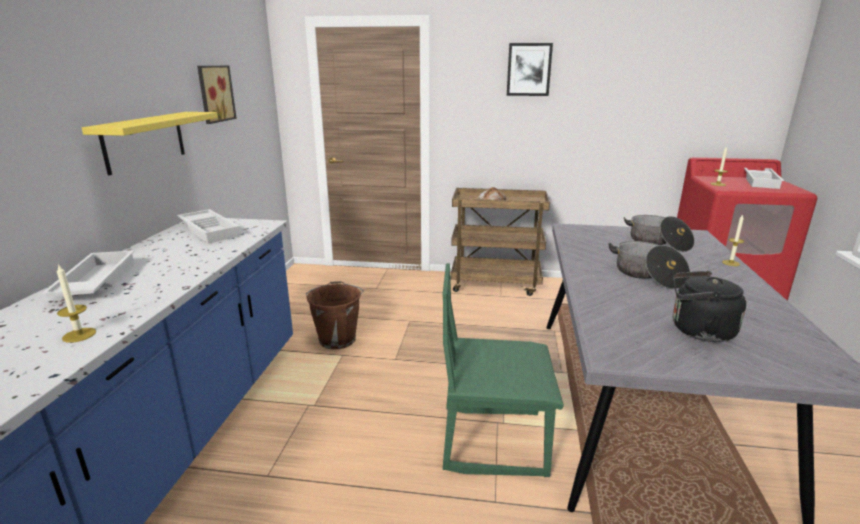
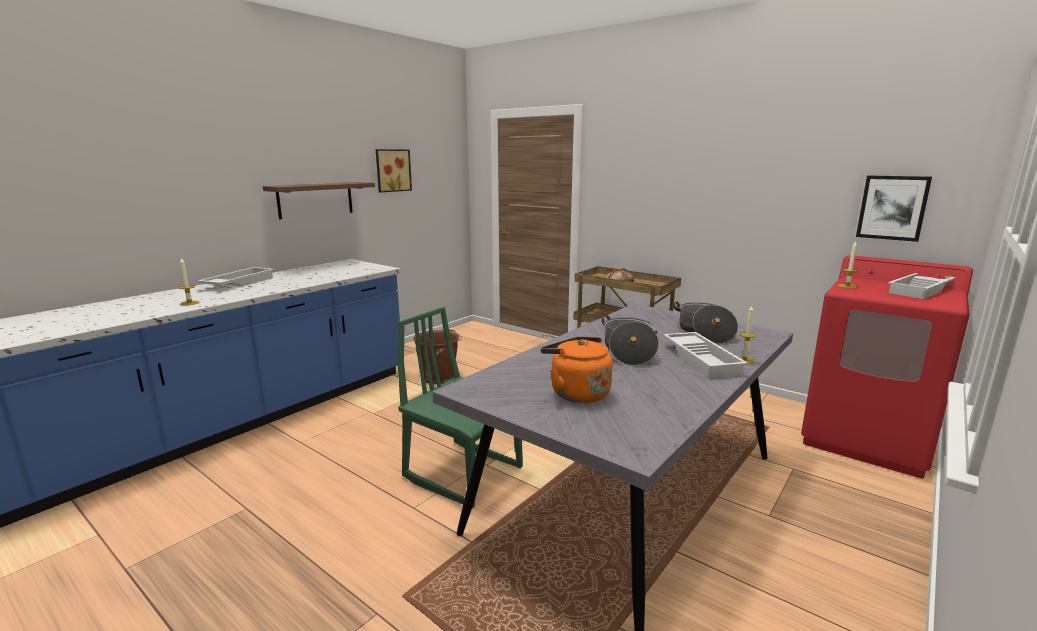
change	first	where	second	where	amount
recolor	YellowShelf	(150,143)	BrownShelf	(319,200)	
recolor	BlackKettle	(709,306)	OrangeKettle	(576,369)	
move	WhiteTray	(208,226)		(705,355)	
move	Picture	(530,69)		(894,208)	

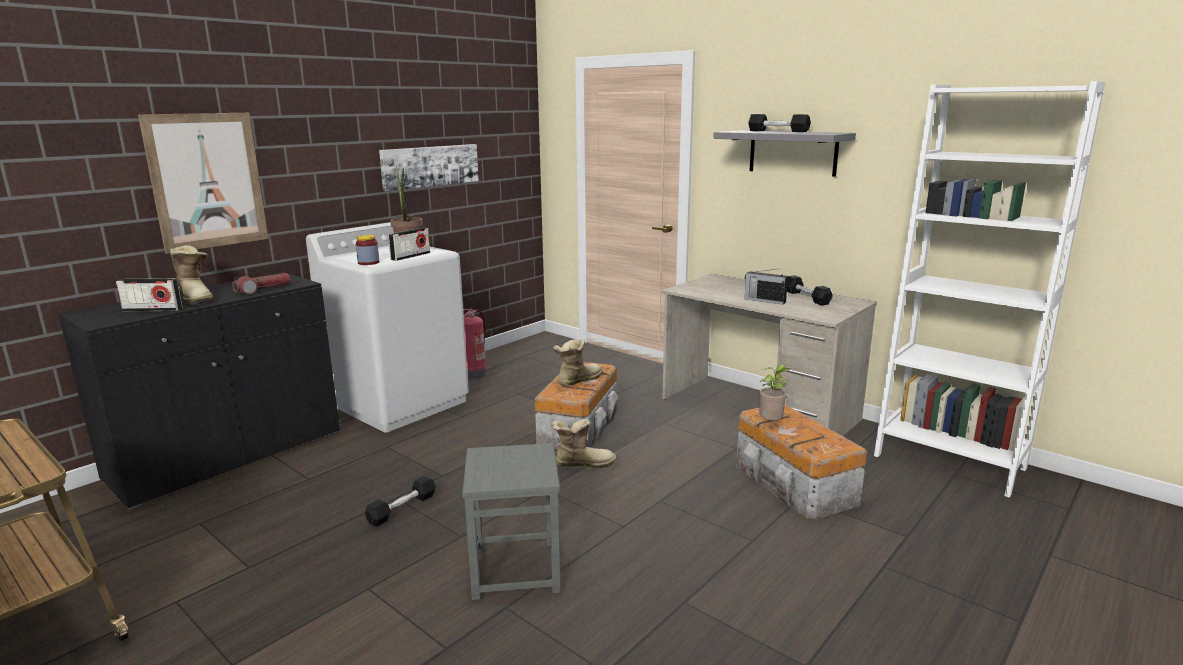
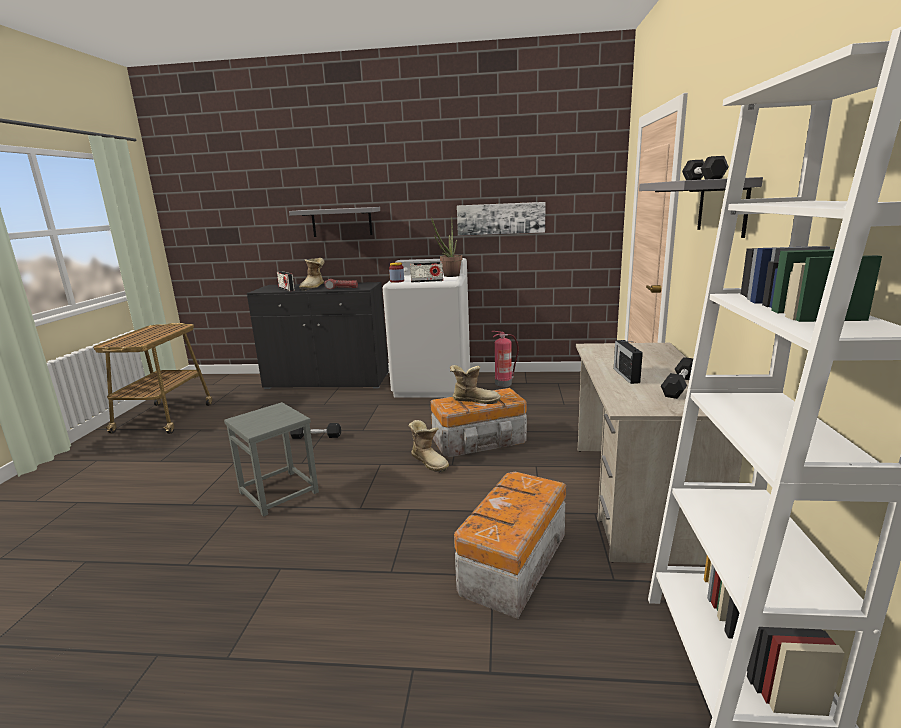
change	first	where	second	where	amount
replace	Picture	(203,183)	GreyShelf	(334,222)	
delete	PottedPlant	(774,392)			

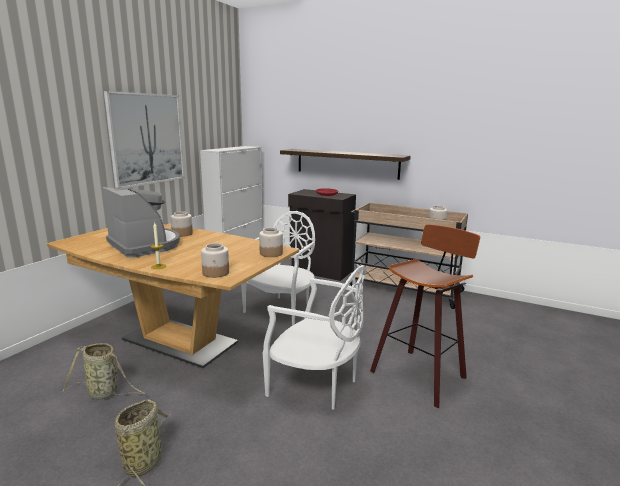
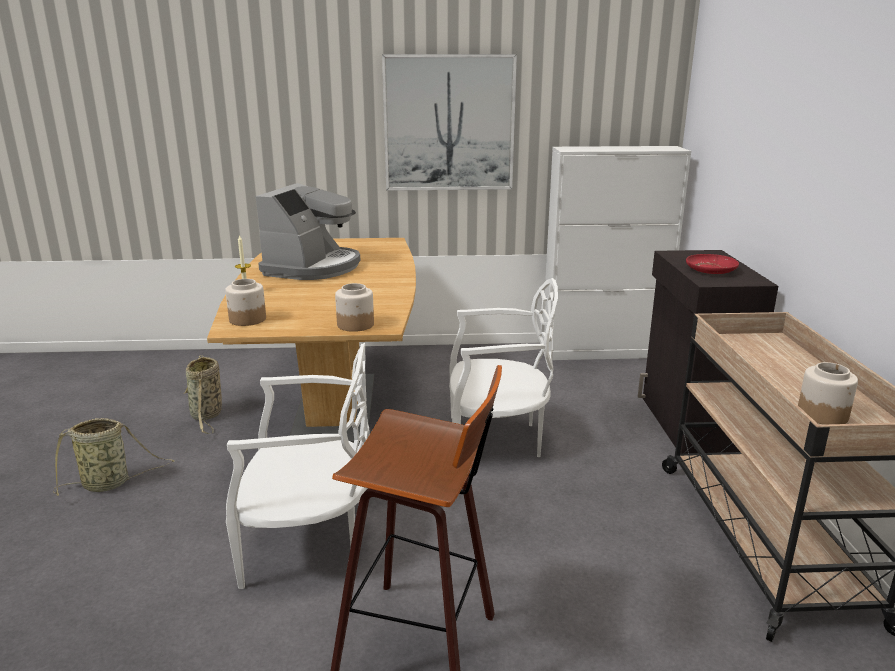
change	first	where	second	where	amount
rotate	WhiteChair	(314,338)		(298,466)	90 degrees counterclockwise
delete	Jar	(182,224)			
delete	Shelf	(345,164)			

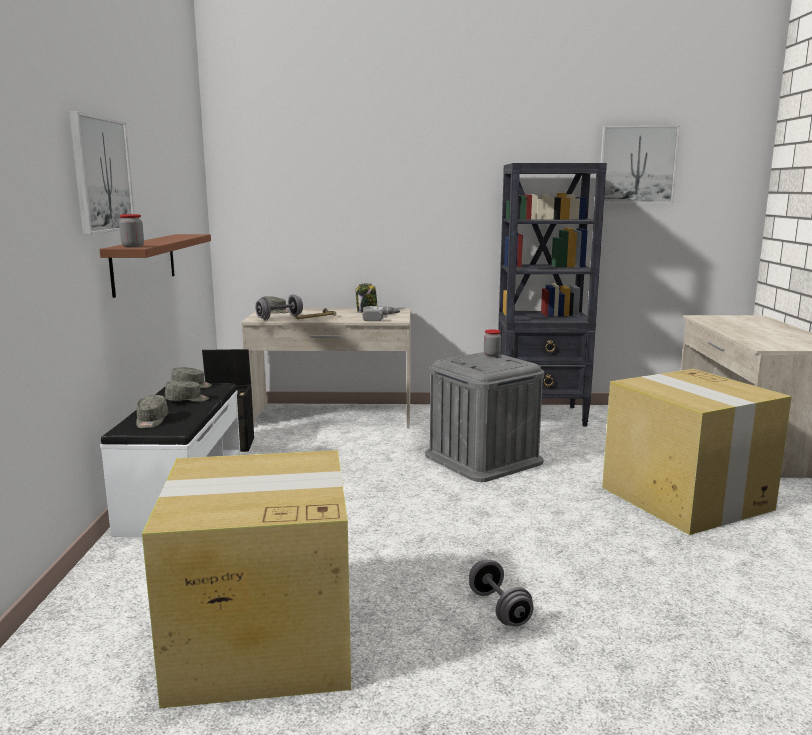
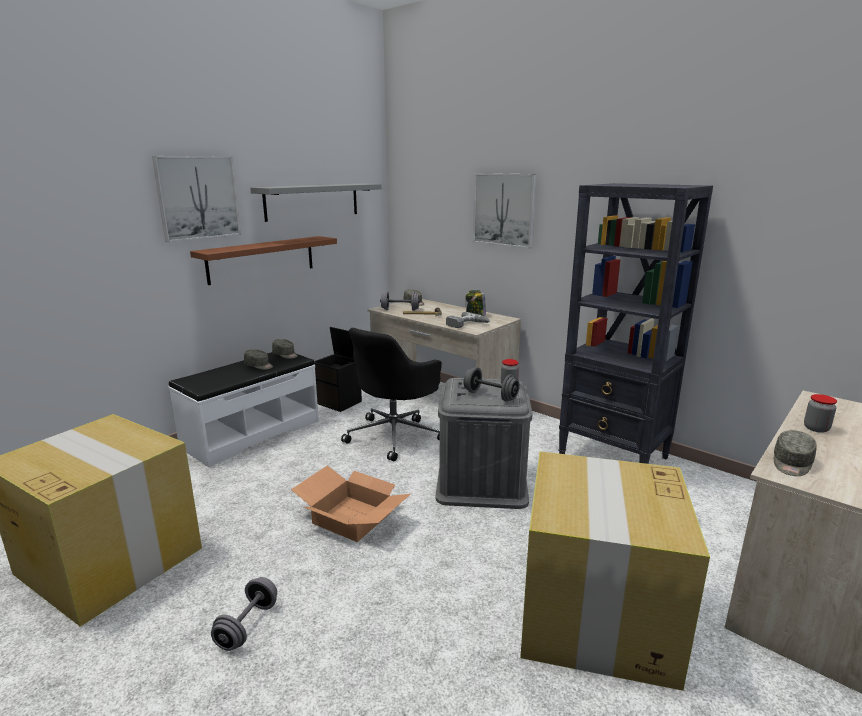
change	first	where	second	where	amount
insert			GreyShelf	(316,202)	
insert			CardboardBox	(351,503)	
insert			BlackOfficeChair	(391,394)	
insert			GreyDumbbell	(491,384)	
move	Picture	(640,164)		(505,210)	
move	GreyCap	(152,411)		(795,453)	
move	Jar	(131,230)		(820,413)	

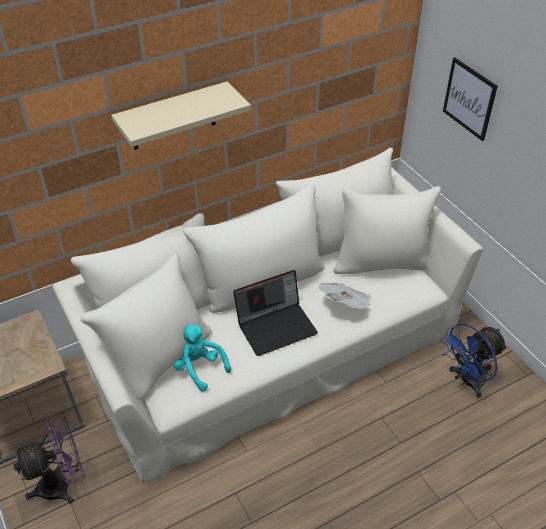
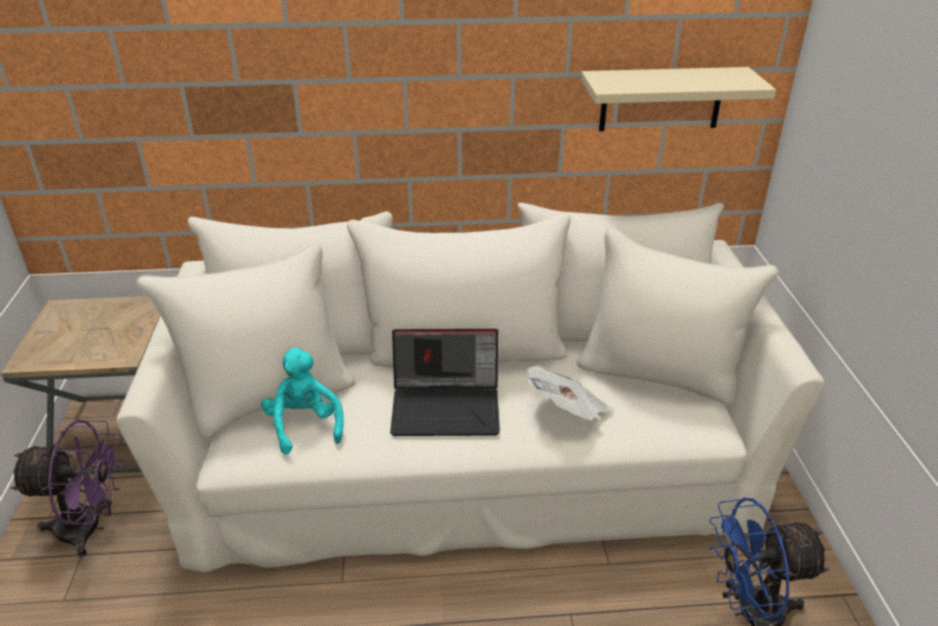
change	first	where	second	where	amount
move	BeigeShelf	(181,115)		(678,99)	
delete	Picture	(470,99)			

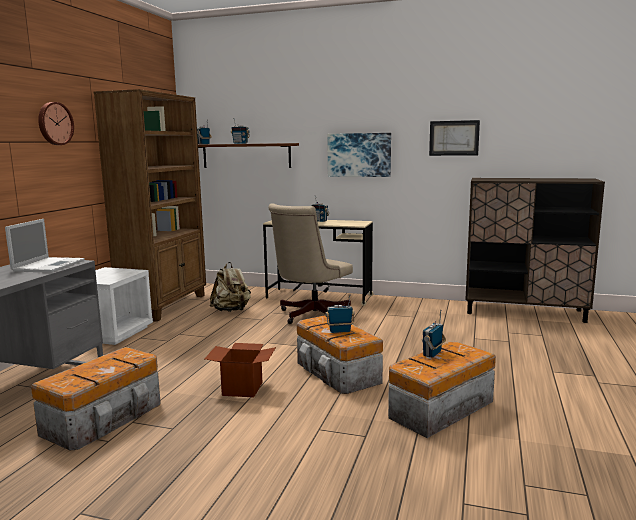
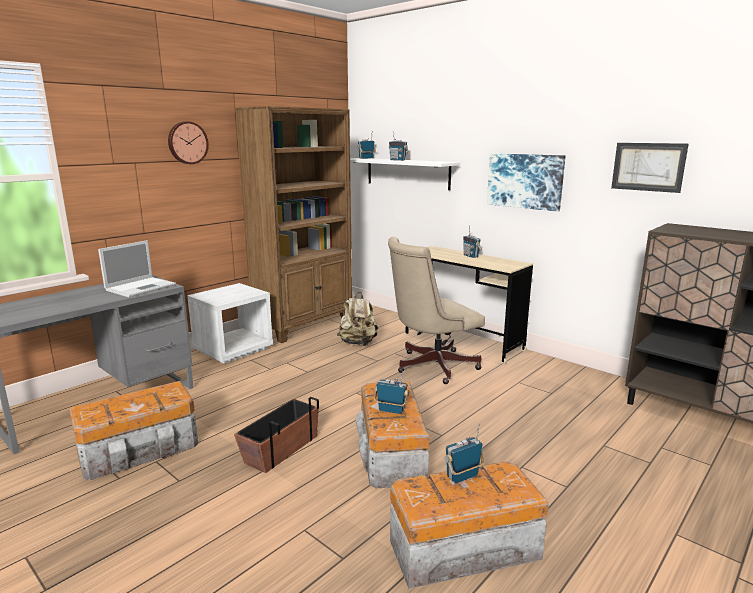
change	first	where	second	where	amount
replace	CardboardBox	(240,370)	Planter	(276,435)	
recolor	BrownShelf	(248,155)	WhiteShelf	(405,174)	

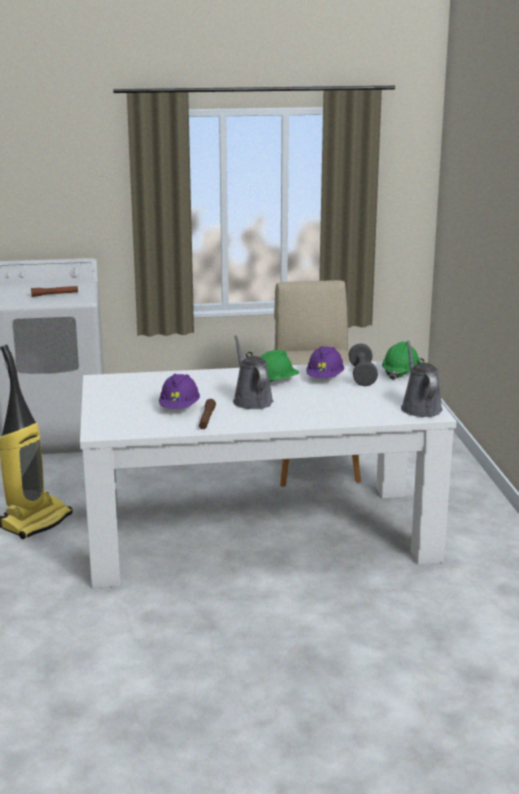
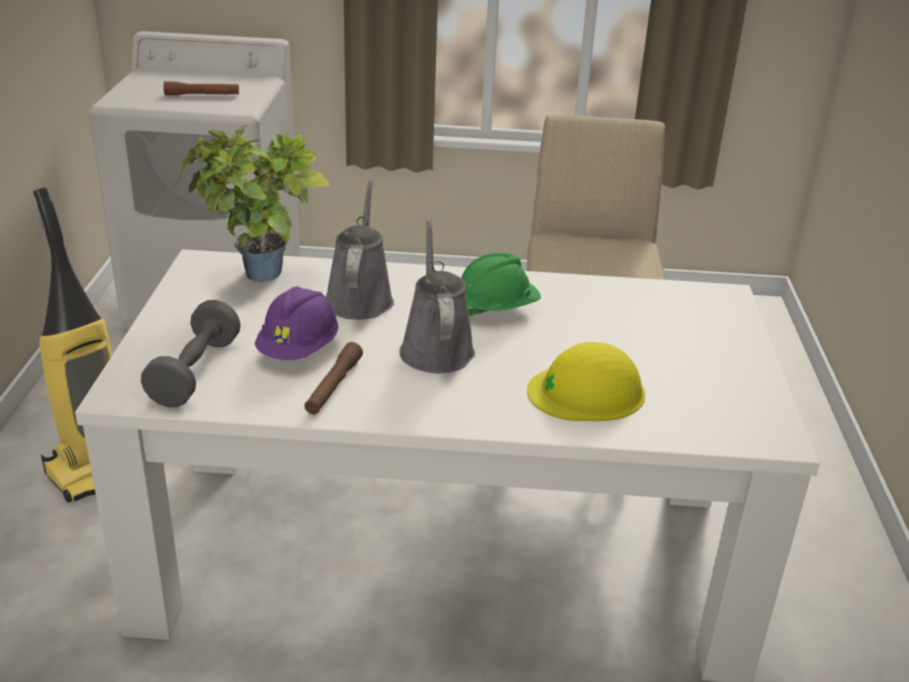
change	first	where	second	where	amount
move	GreyDumbbell	(363,364)		(191,353)	
insert			PottedPlant	(255,203)	
move	GreyWateringCan	(422,378)		(359,250)	
insert			YellowHardHat	(586,381)	
delete	PurpleHardHat	(325,362)			
delete	GreenHardHat	(402,361)			

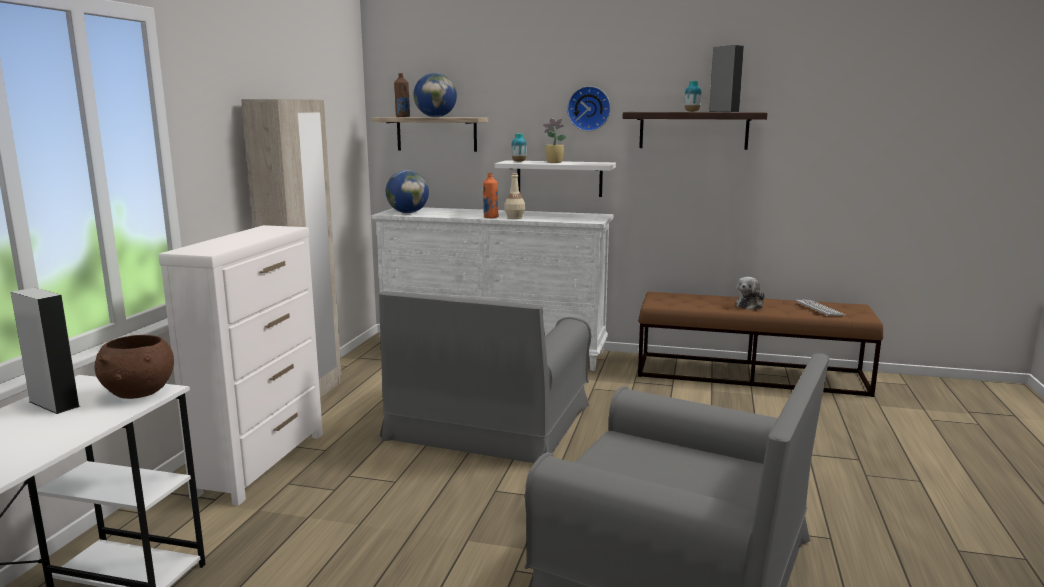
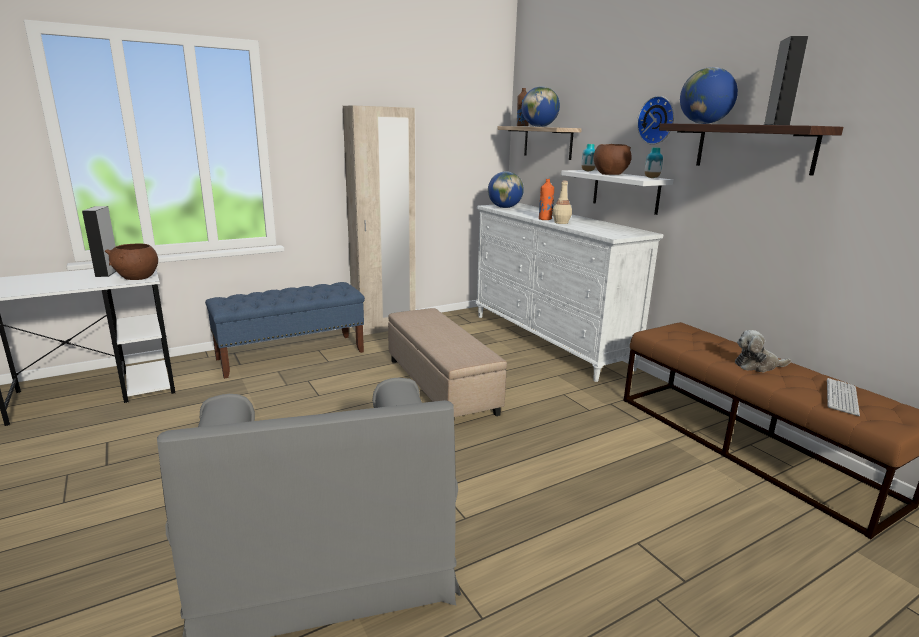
change	first	where	second	where	amount
replace	WhiteDresser	(240,365)	BlueBench	(285,330)	
replace	GreyArmchair	(485,377)	BeigeOttoman	(447,363)	
replace	PottedPlant	(554,140)	BrownBowl	(612,159)	
move	Vase	(692,96)		(654,162)	
insert			Globe	(709,95)	

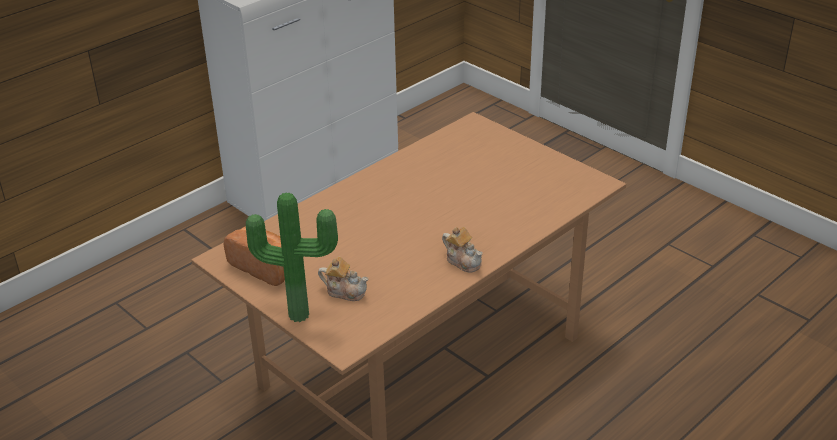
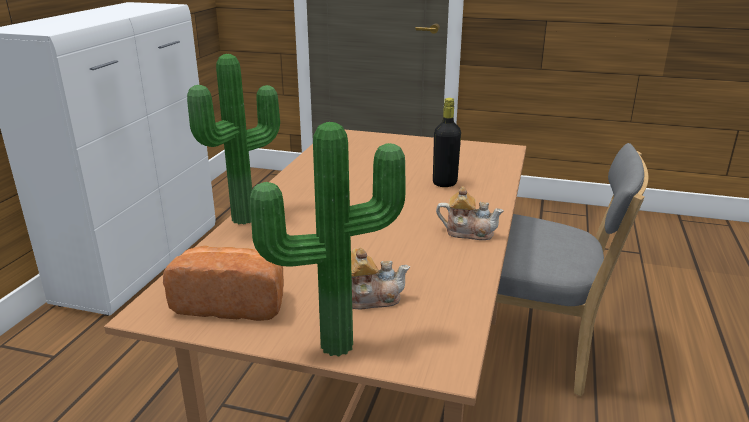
change	first	where	second	where	amount
insert			PottedPlant	(233,139)	
insert			BlackBottle	(447,142)	
insert			GreyChair	(572,269)	

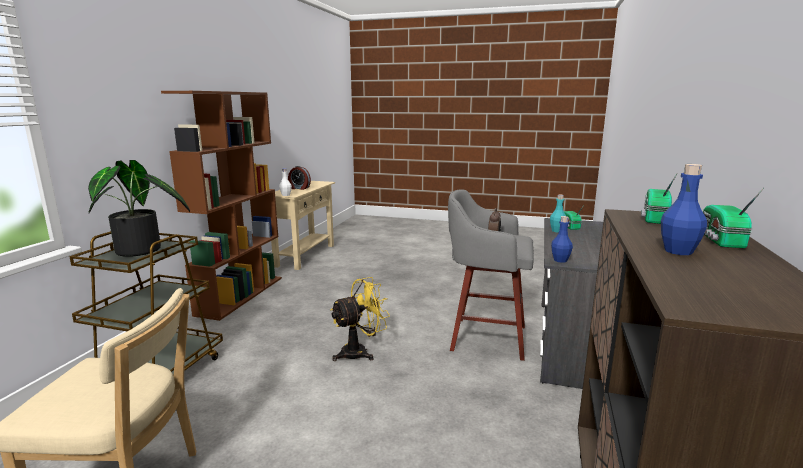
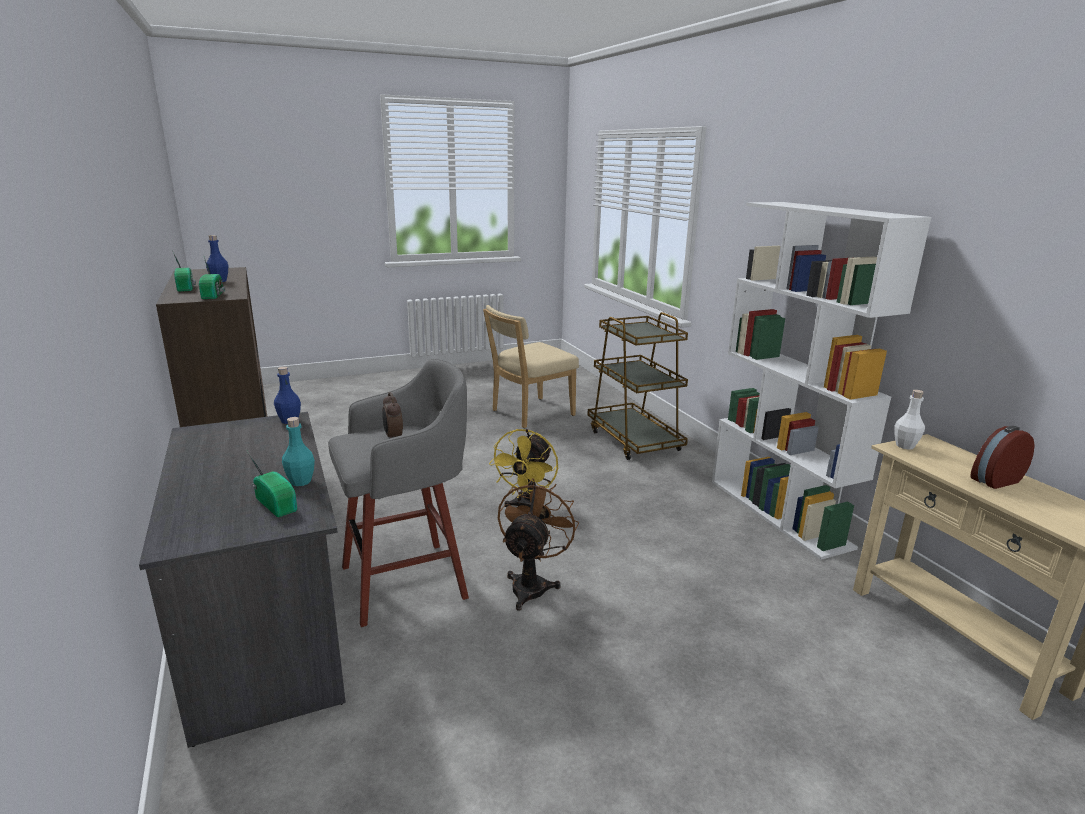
change	first	where	second	where	amount
insert			BrownFan	(538,544)	
recolor	BrownBookcase	(221,206)	WhiteBookcase	(821,381)	
delete	PottedPlant	(139,208)			

